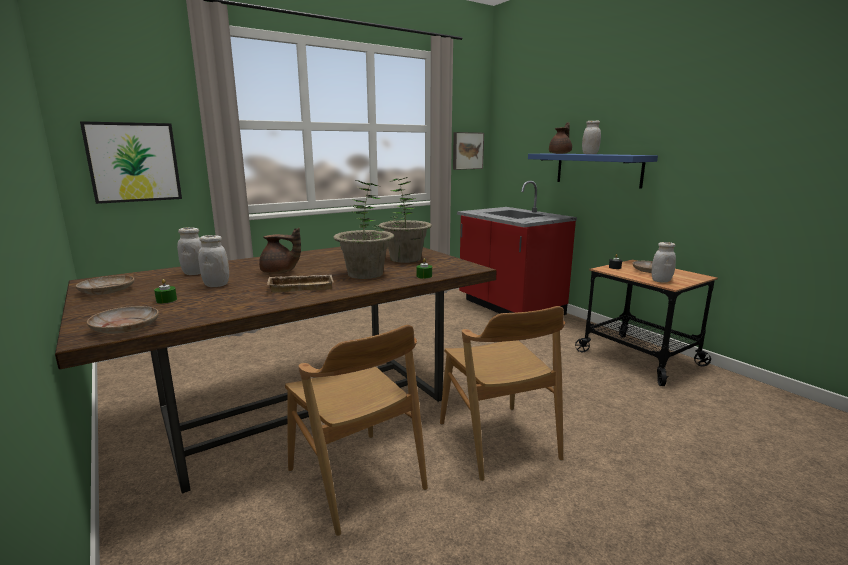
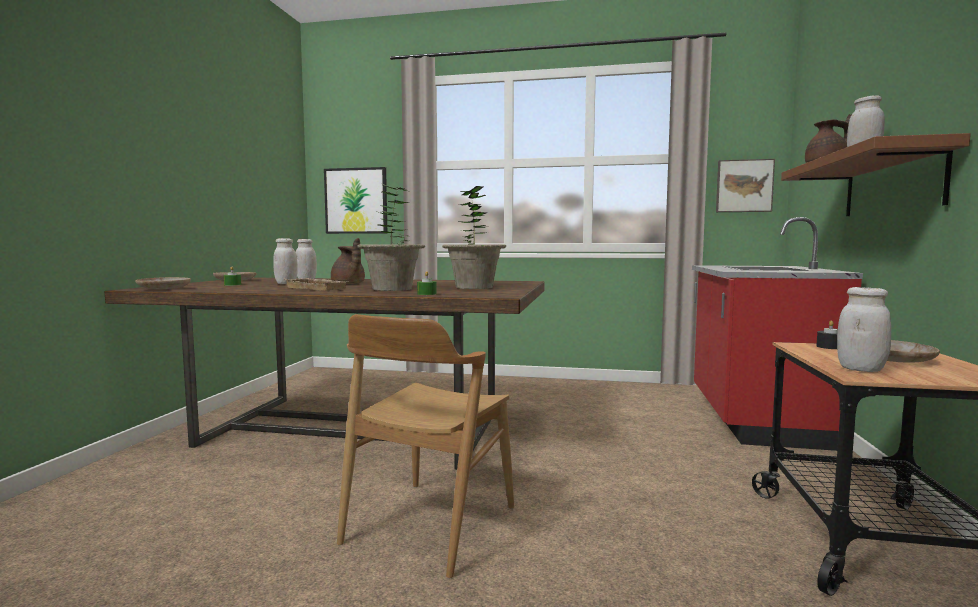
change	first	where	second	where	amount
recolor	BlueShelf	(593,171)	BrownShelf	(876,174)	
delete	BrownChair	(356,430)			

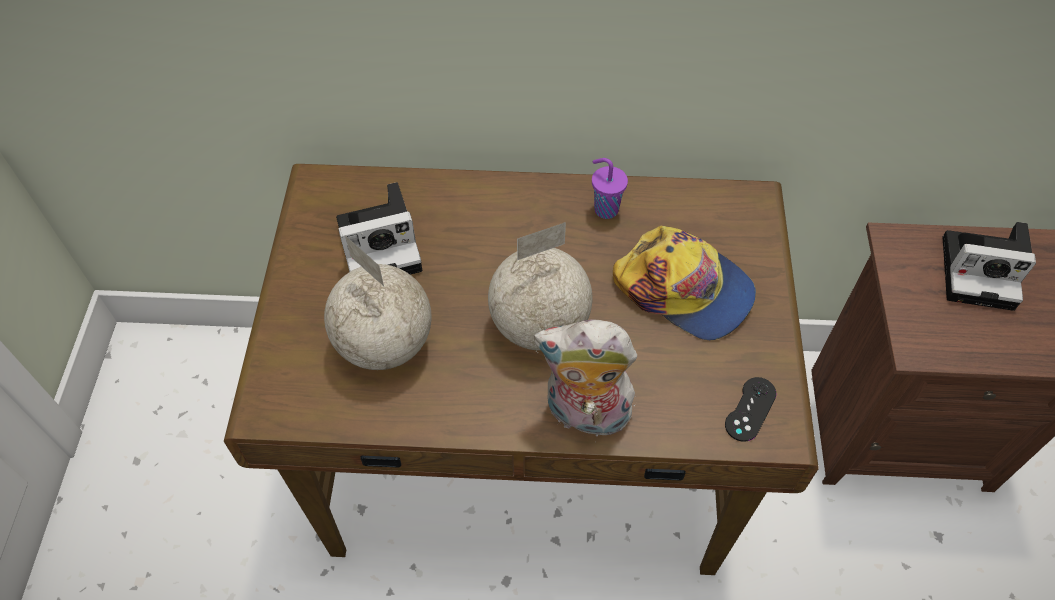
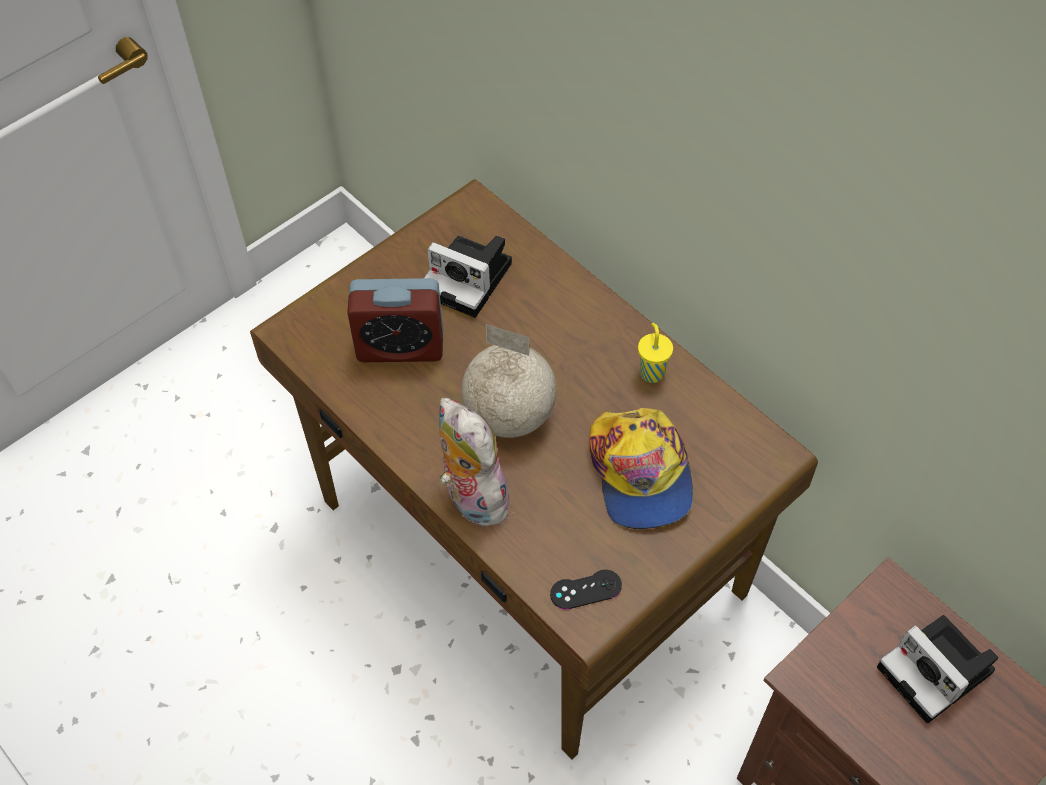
change	first	where	second	where	amount
replace	Globe	(378,303)	AlarmClock	(395,320)	
recolor	PurpleCup	(610,188)	YellowCup	(655,353)	

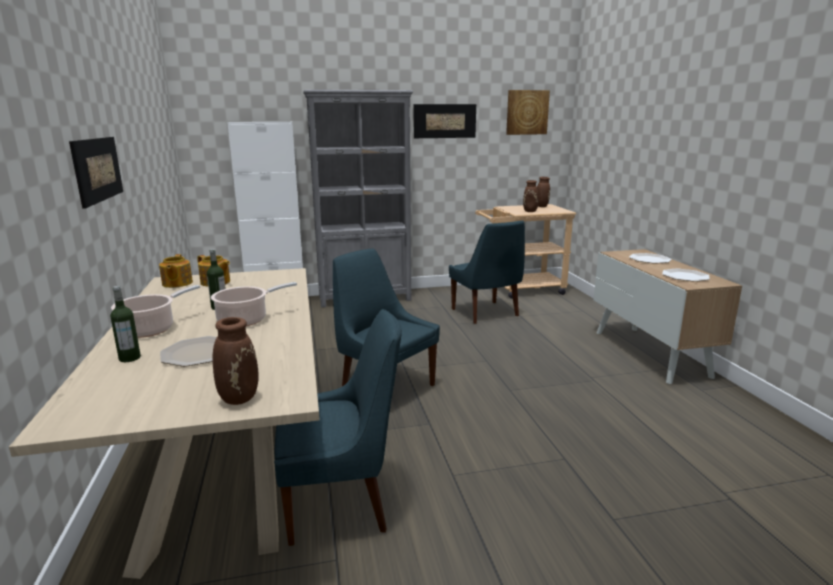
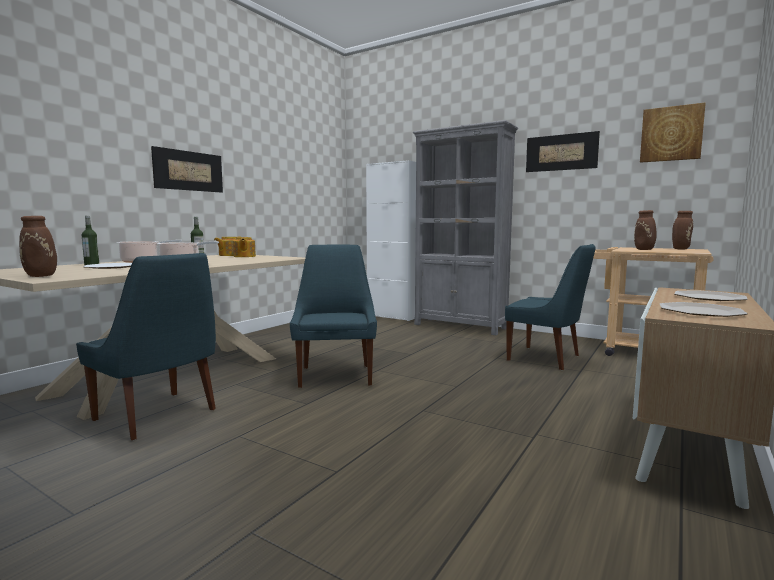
change	first	where	second	where	amount
rotate	BlueChair	(487,272)		(550,307)	75 degrees counterclockwise

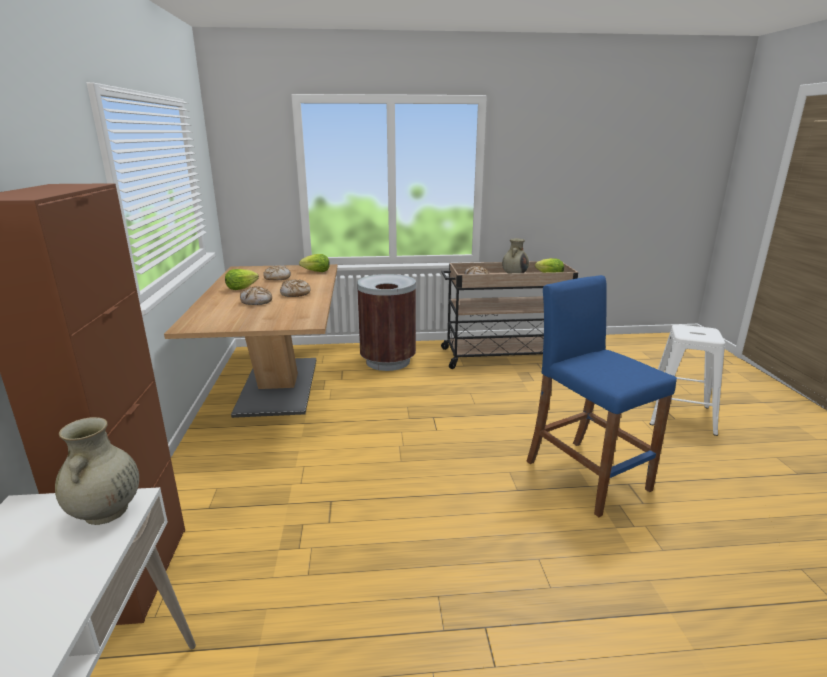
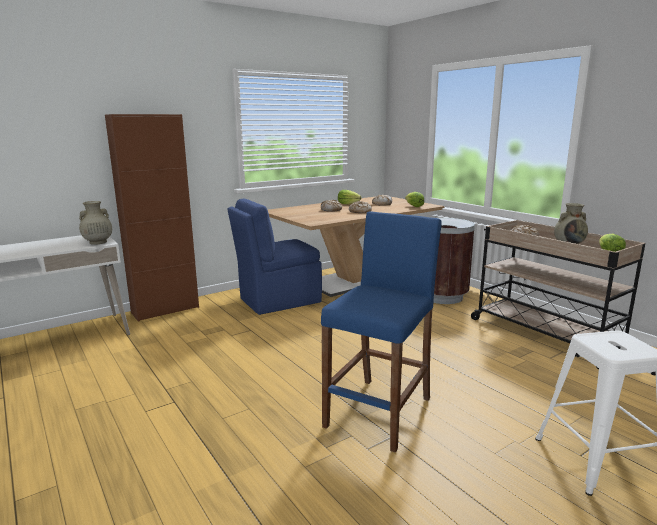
change	first	where	second	where	amount
insert			BlueChair	(274,256)	

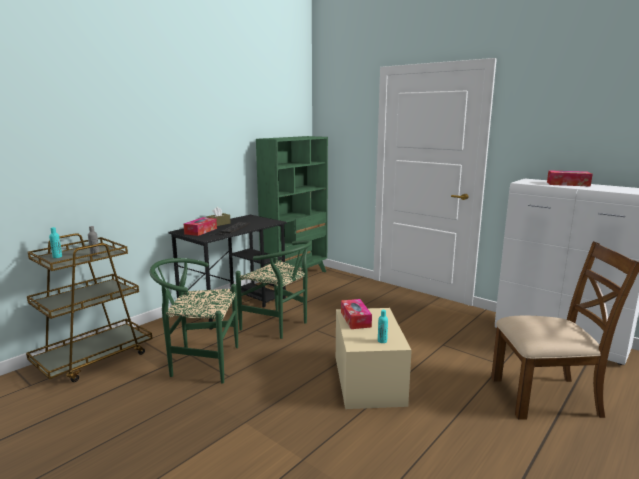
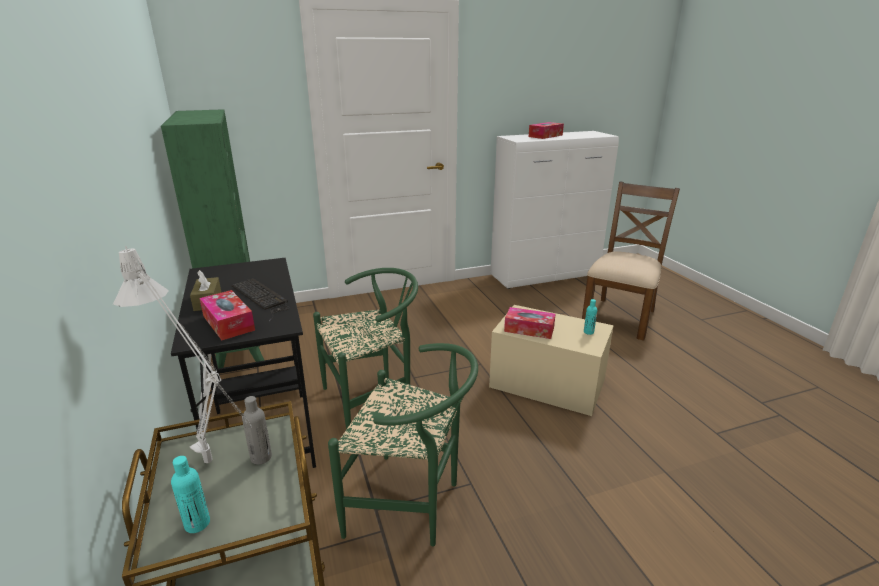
change	first	where	second	where	amount
insert			GreyTableLamp	(182,354)	
rotate	GreenChair	(194,321)		(403,445)	105 degrees counterclockwise

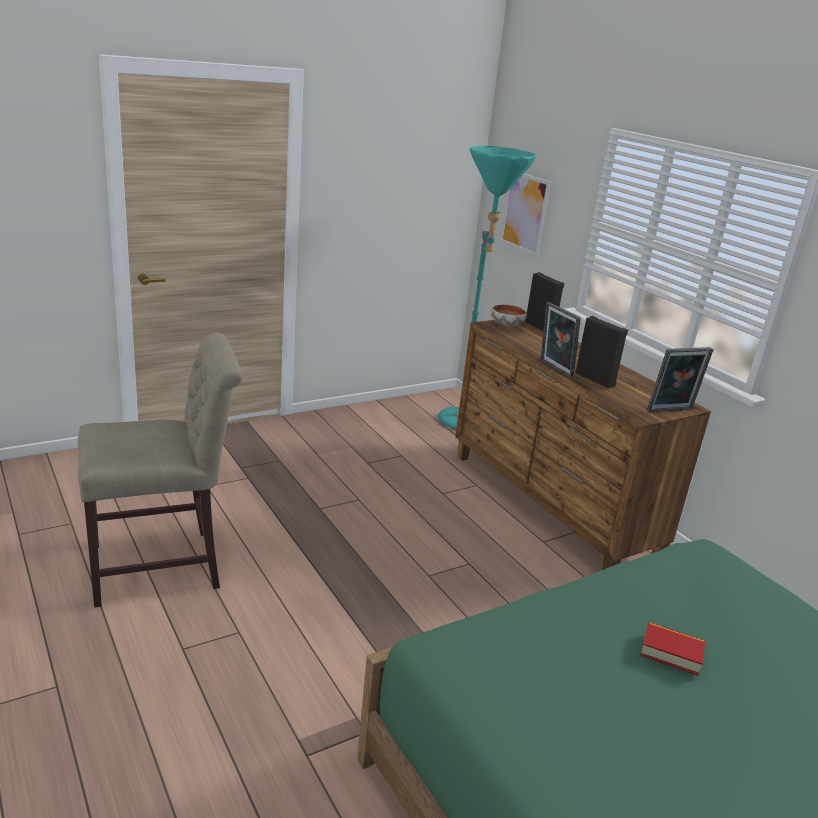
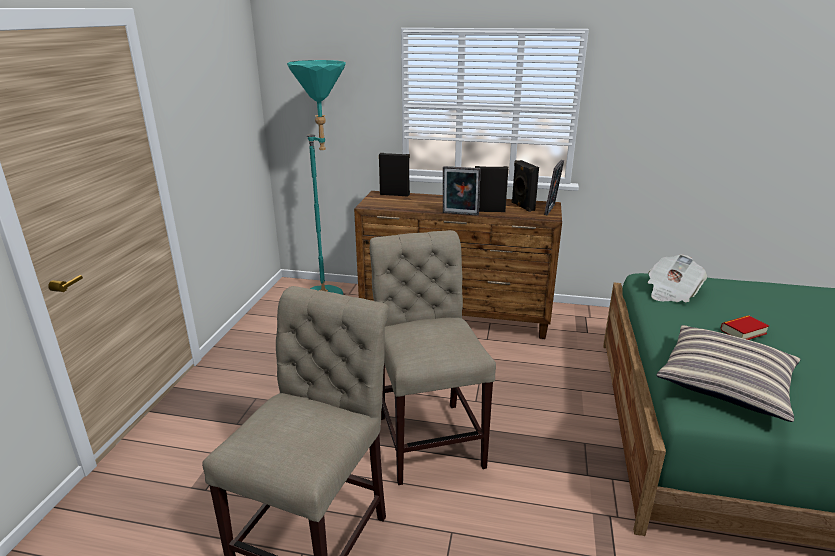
change	first	where	second	where	amount
insert			BeigeChair	(433,357)	
insert			BlackSpeaker	(525,186)	
insert			Newspaper	(677,278)	
insert			Pillow	(728,373)	
delete	Bowl	(509,316)			
delete	Picture	(525,215)			

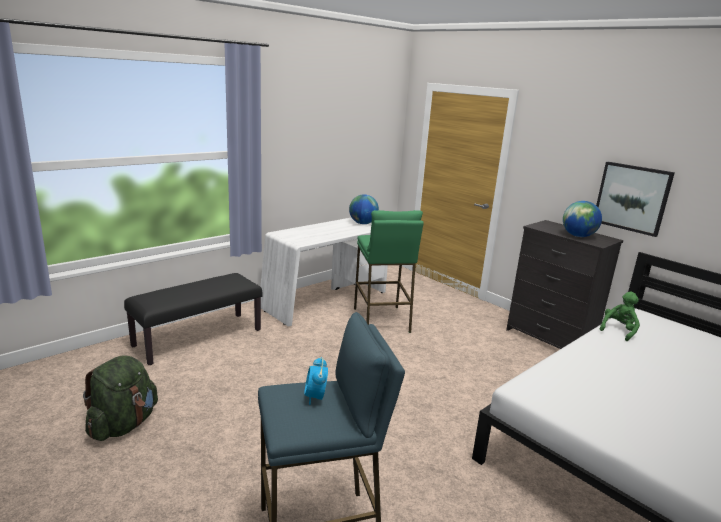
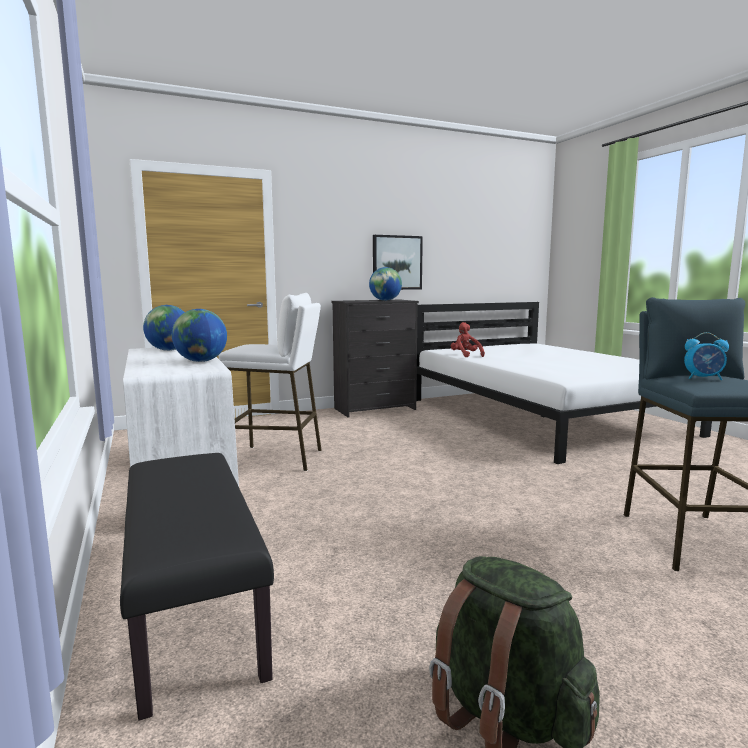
change	first	where	second	where	amount
insert			Globe	(199,335)	
recolor	GreenStool	(388,271)	WhiteStool	(270,382)	
recolor	GreenPlushToy	(620,316)	RedPlushToy	(468,339)	

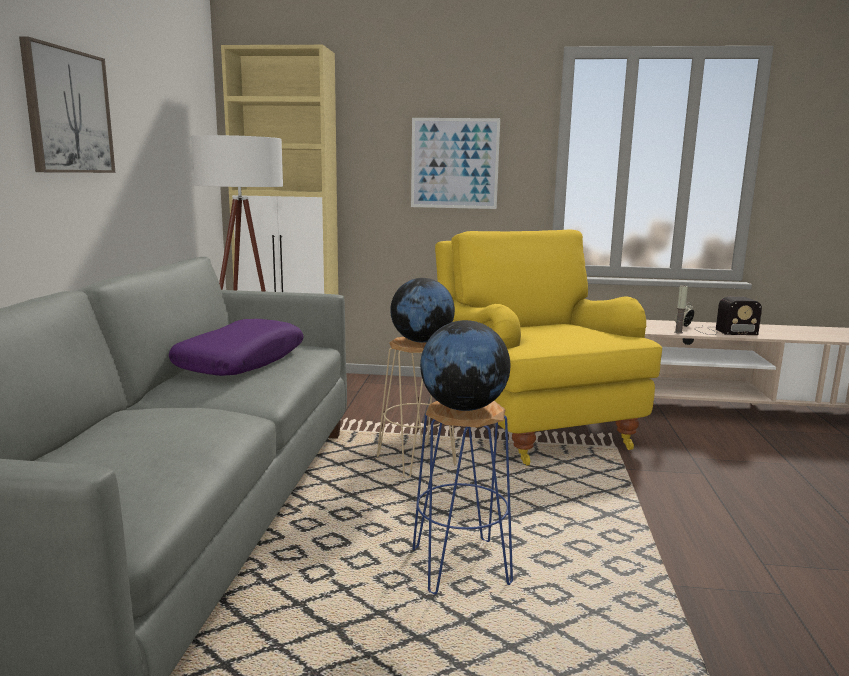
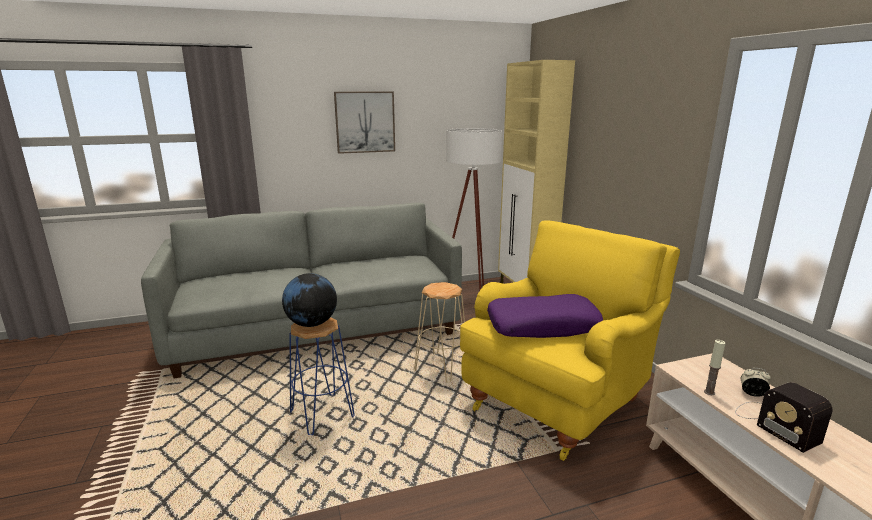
change	first	where	second	where	amount
move	PurplePillow	(236,347)		(545,316)	
delete	Globe	(422,310)			
delete	Picture	(455,163)			

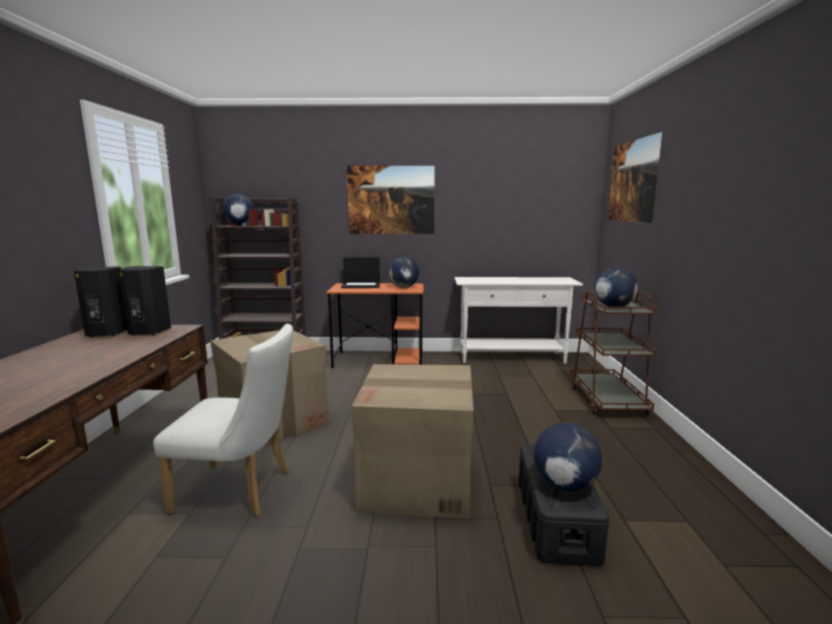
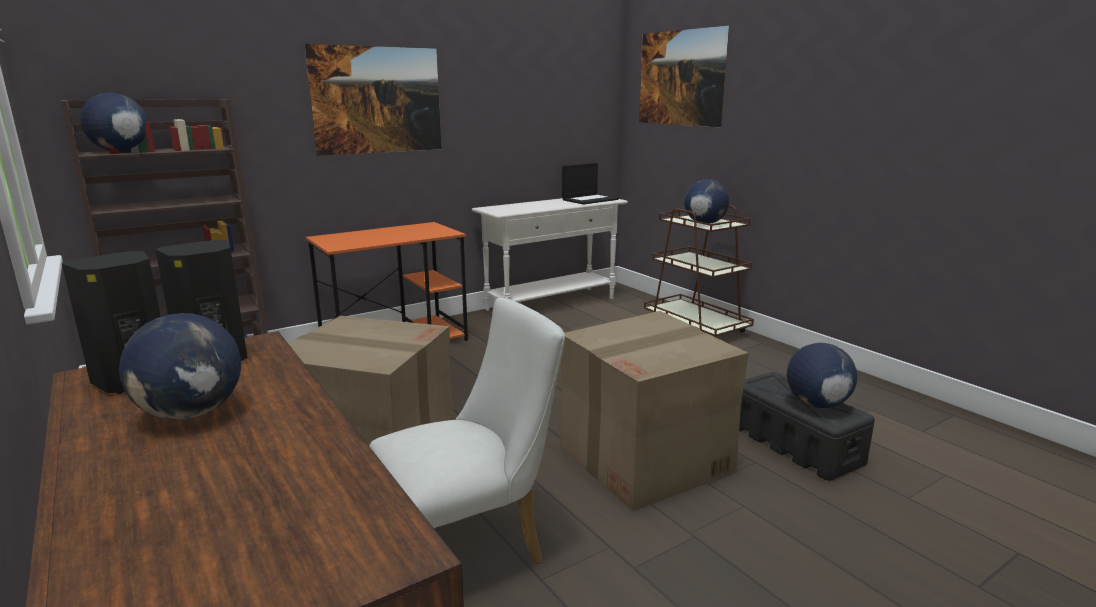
change	first	where	second	where	amount
move	Globe	(403,272)		(180,366)	
move	Laptop	(360,272)		(590,184)	

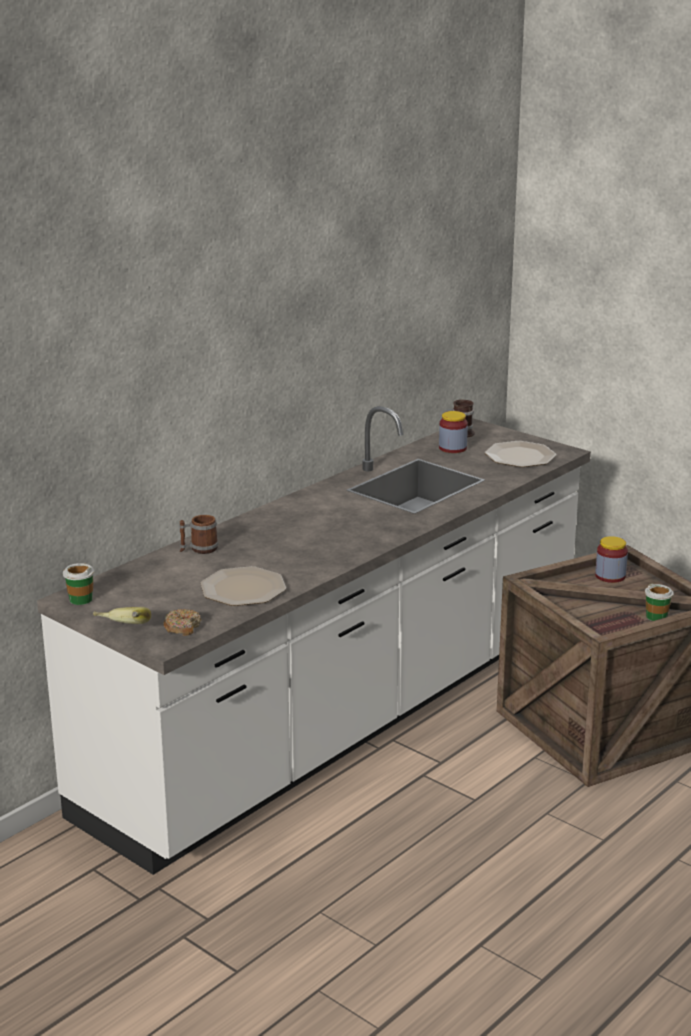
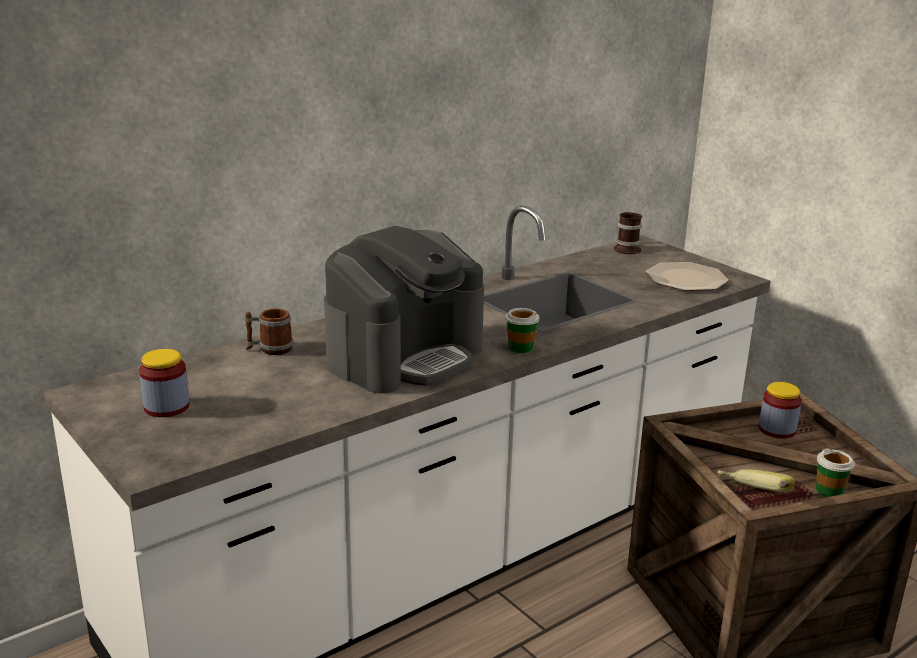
change	first	where	second	where	amount
move	Jar	(453,432)		(164,383)	
insert			CoffeeMachine	(404,309)	
move	Cup	(79,584)		(522,330)	
move	Banana	(122,615)		(756,481)	
delete	Donut	(182,622)			
delete	Plate	(243,586)			

